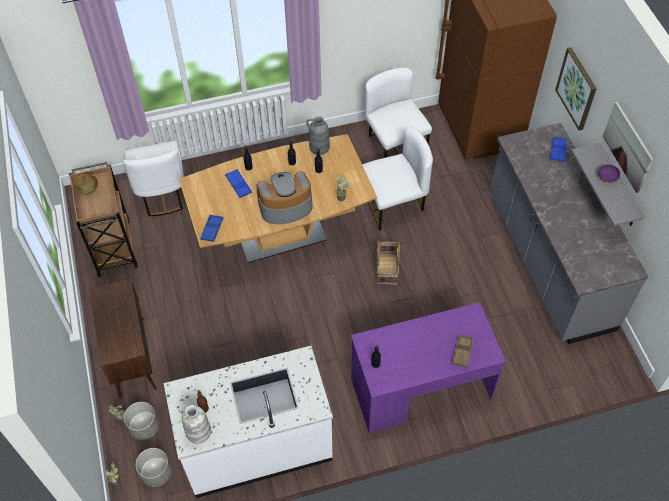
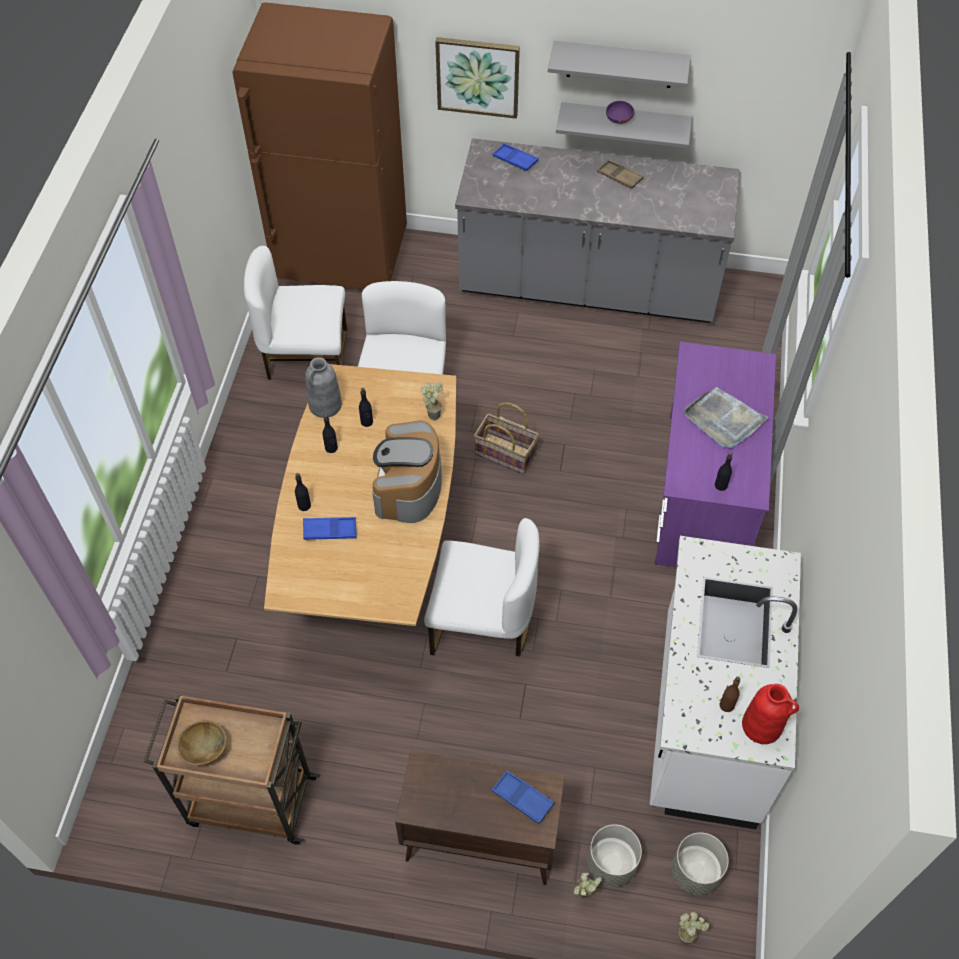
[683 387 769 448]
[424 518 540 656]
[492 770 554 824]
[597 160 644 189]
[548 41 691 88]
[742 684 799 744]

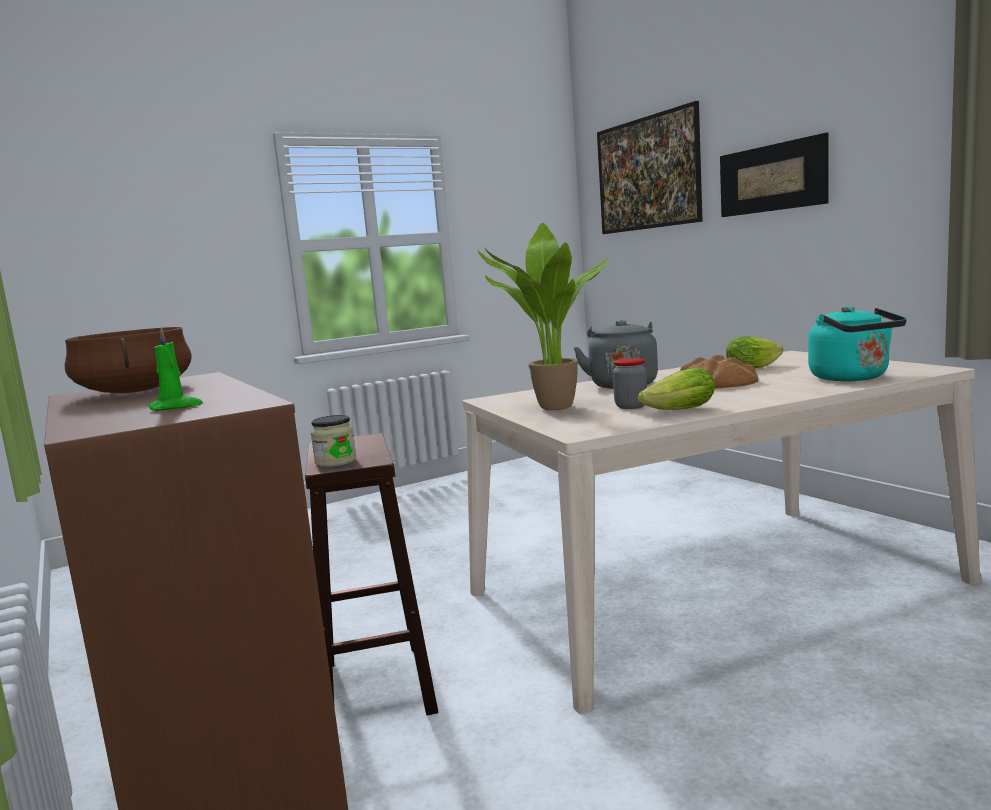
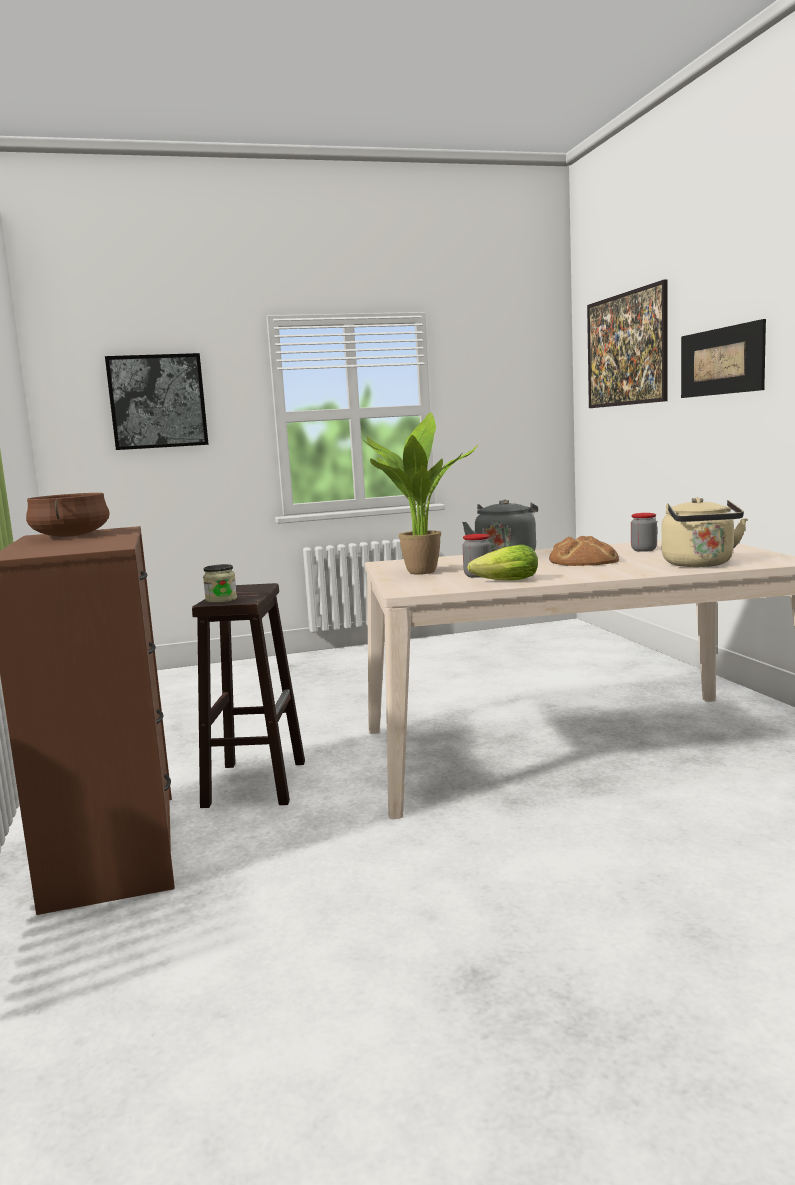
[149 327 203 411] (first image)
[105 353 209 450]
[631 513 657 552]
[661 497 747 567]

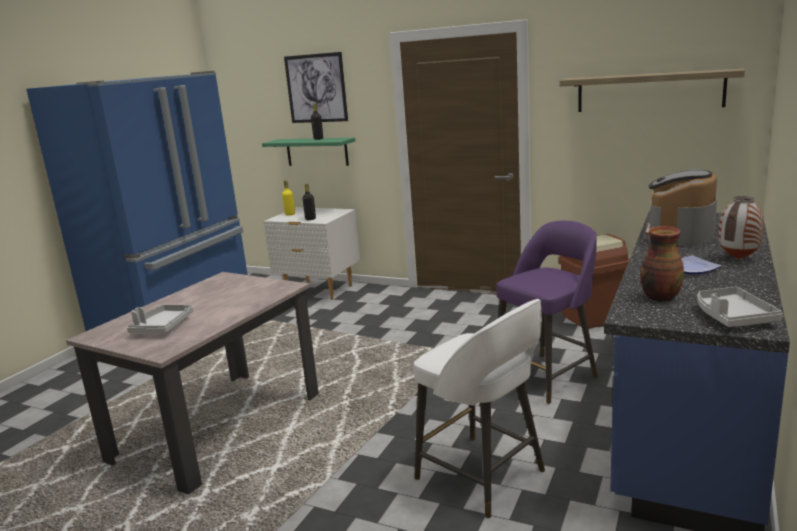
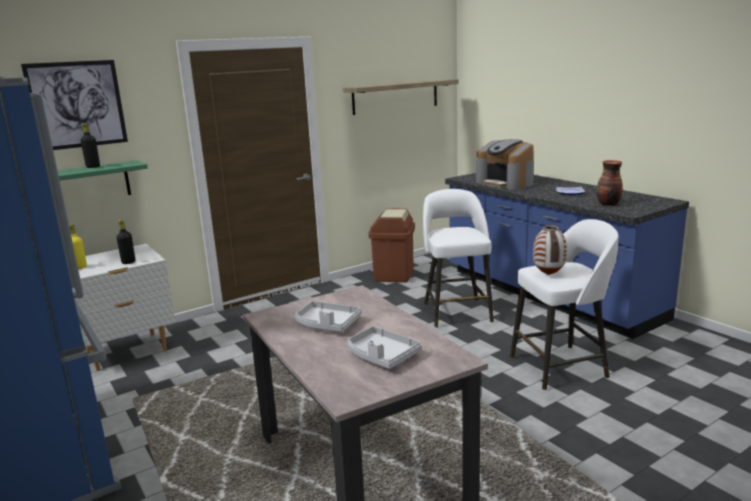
[295 301 362 332]
[533 225 567 275]
[423 189 494 328]

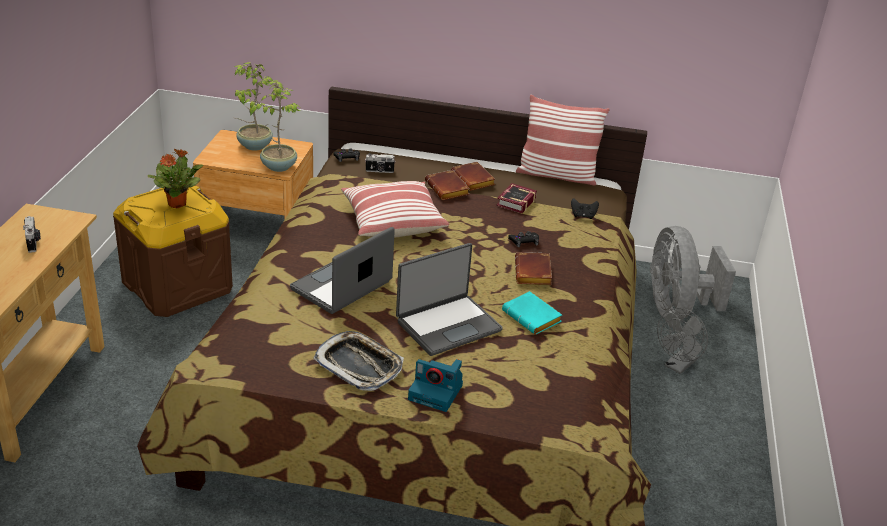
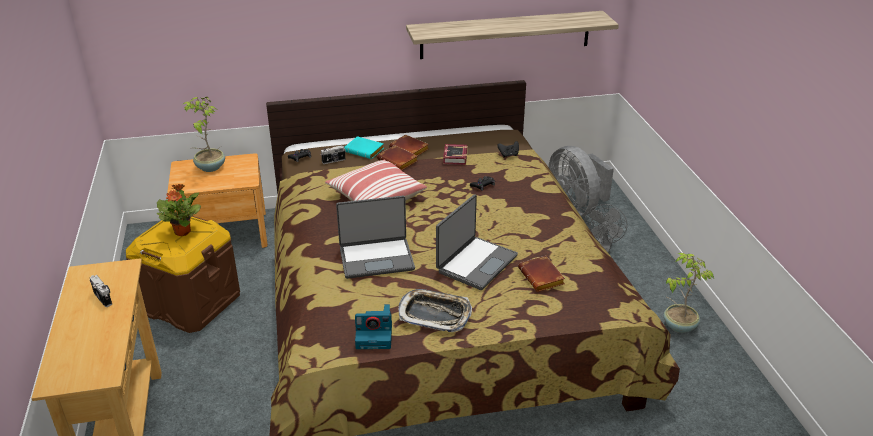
[516 95 610 185] (first image)
[406 11 619 59]
[664 253 714 333]
[355 304 392 349]
[344 136 384 159]
[518 256 565 292]
[336 196 415 279]

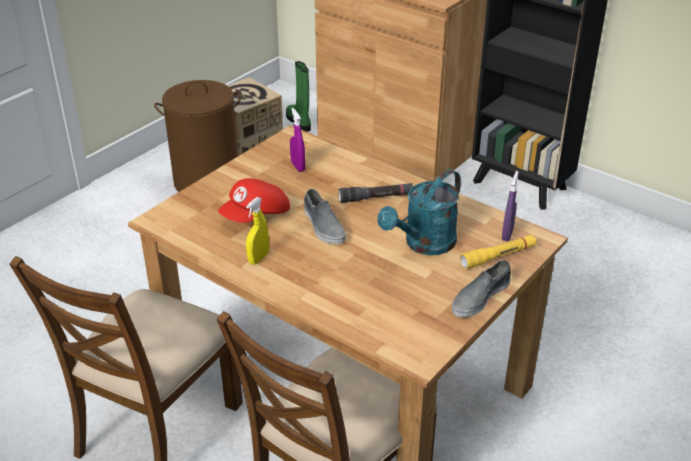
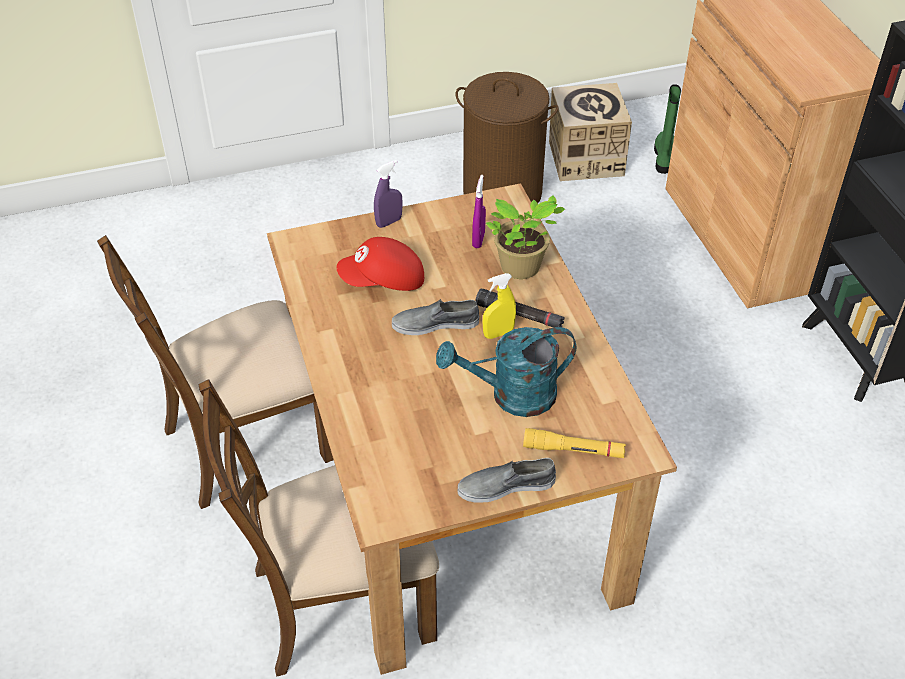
[486 195 565 279]
[482 273 516 339]
[374 160 403 228]
[392 299 479 335]

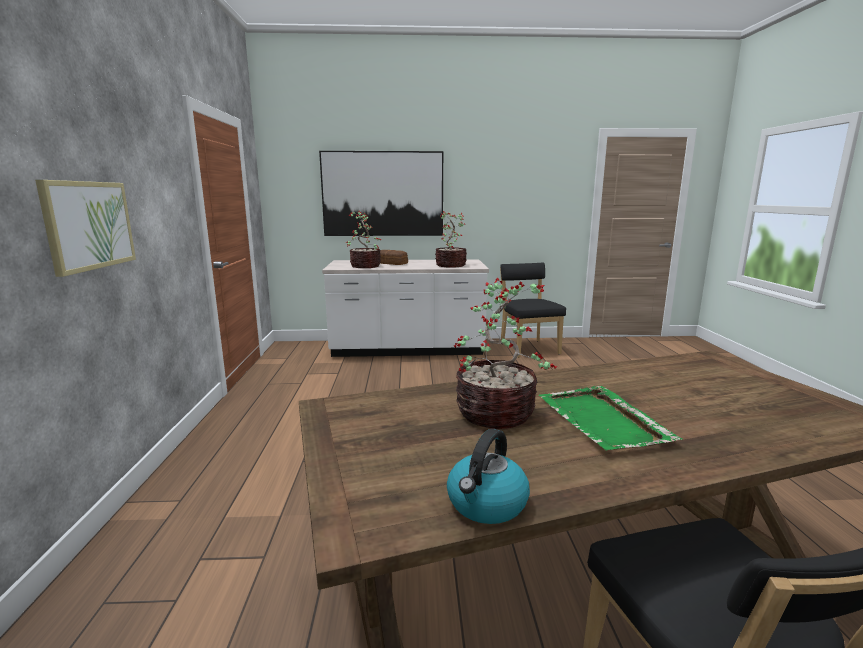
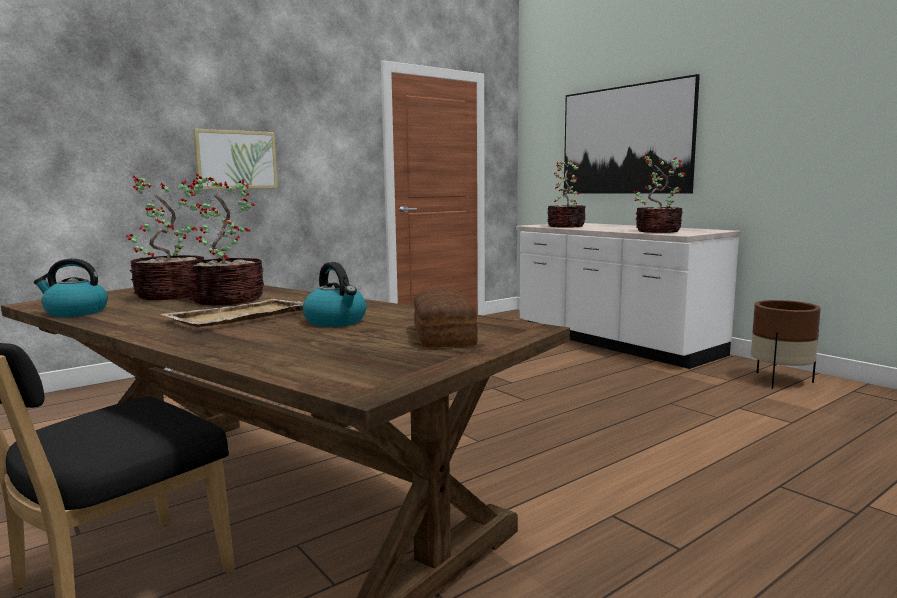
[126 175 205 300]
[303 262 367 327]
[414 289 478 348]
[751 300 821 389]
[160 299 304 327]

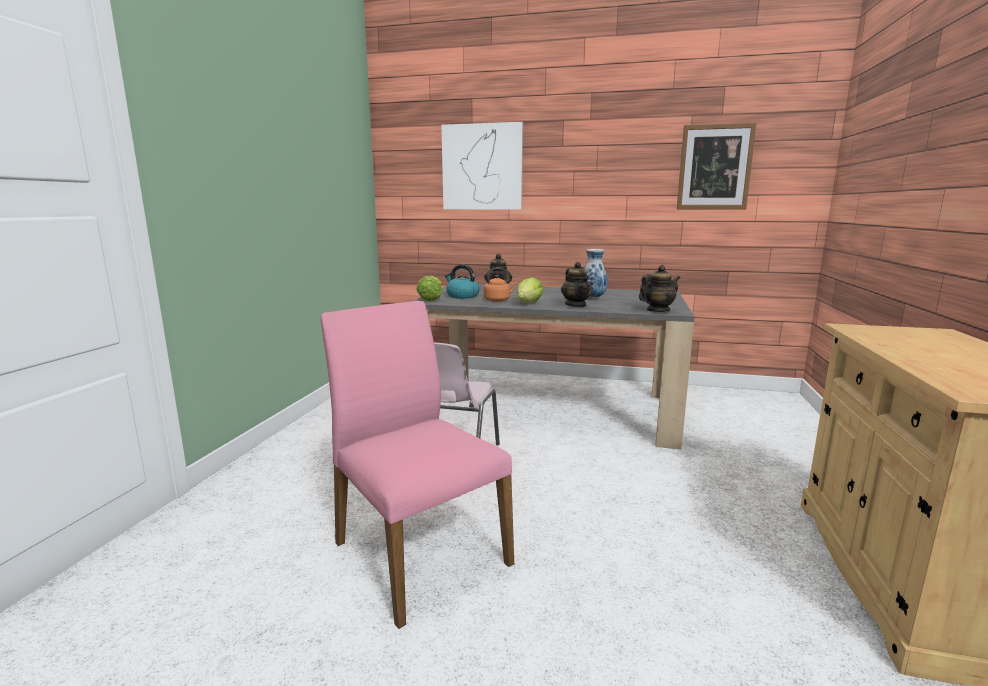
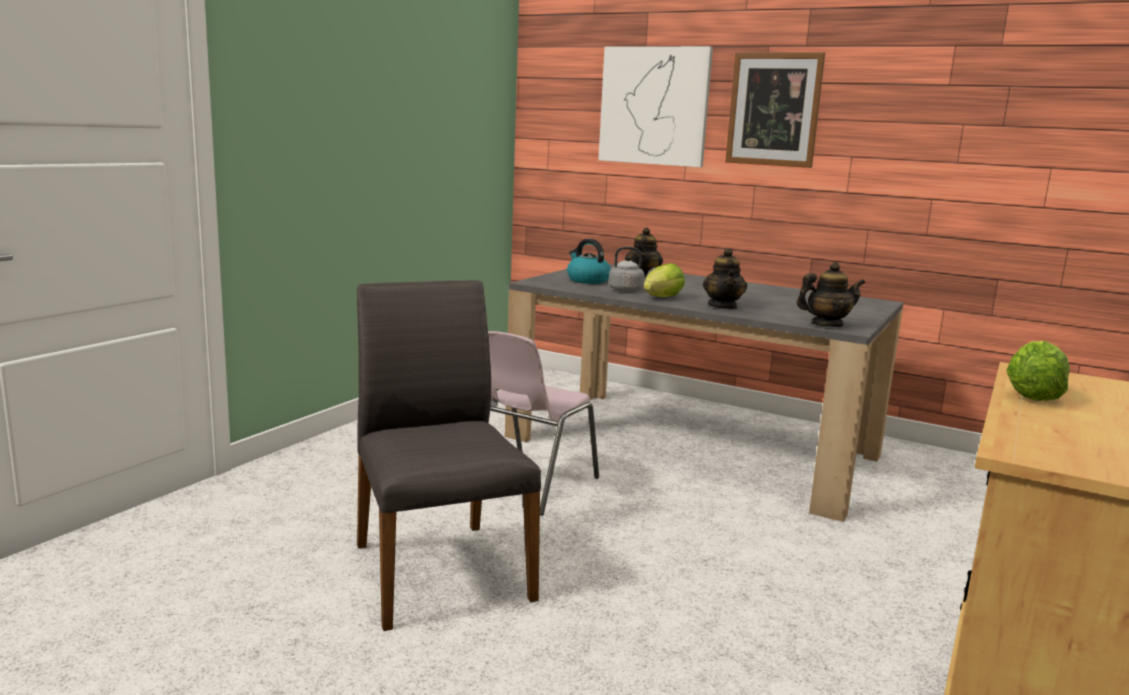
[584 249 608 299] (first image)
[1006 341 1070 401]
[725 52 825 168]
[357 280 541 631]
[609 247 655 292]

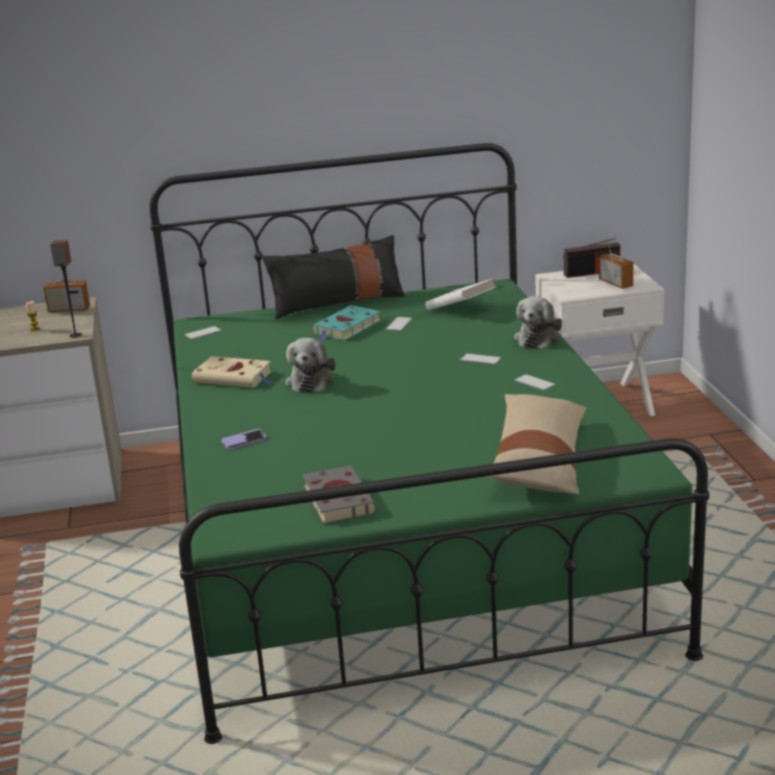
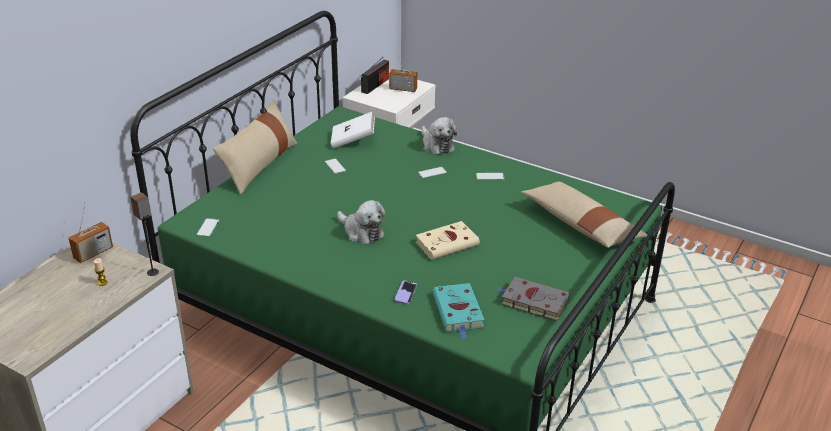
[416 221 481 260]
[432 283 484 339]
[213 99 297 195]

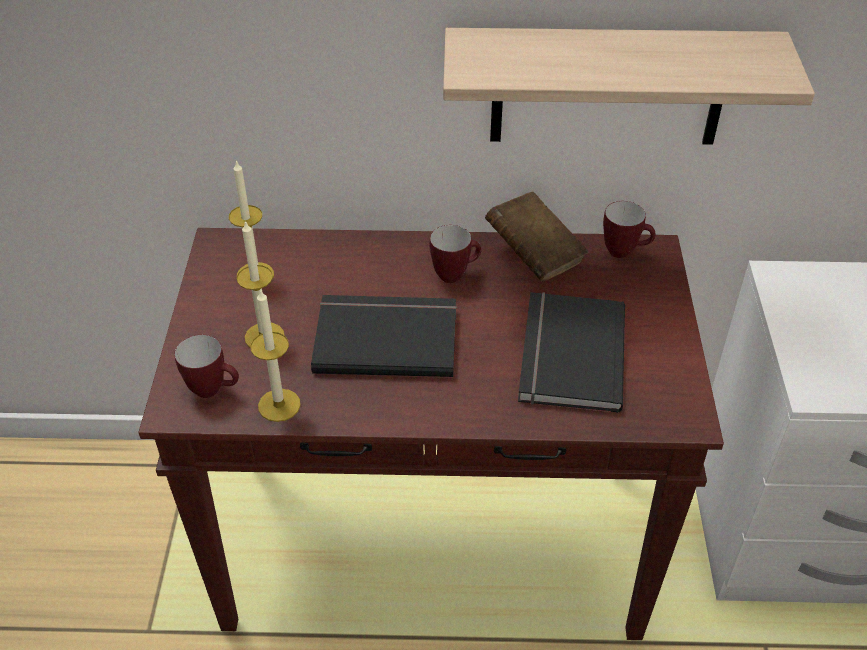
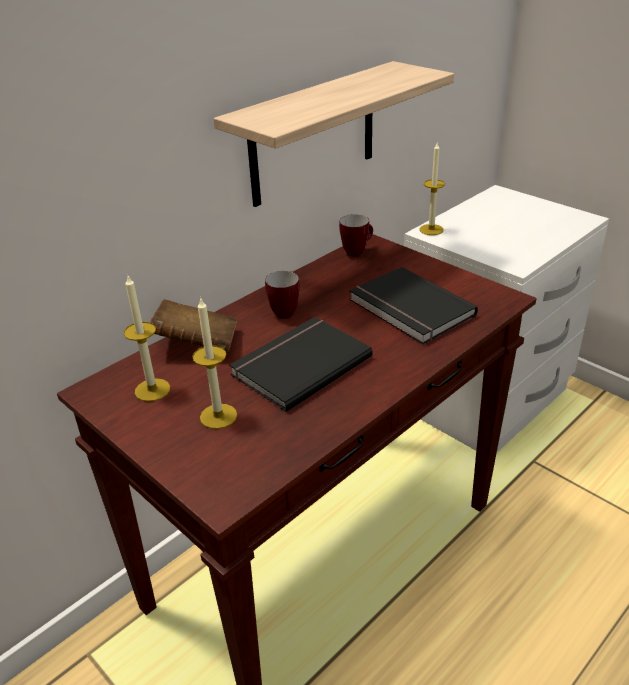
[174 335 239 398] (first image)
[419 143 445 235]
[150 299 238 353]

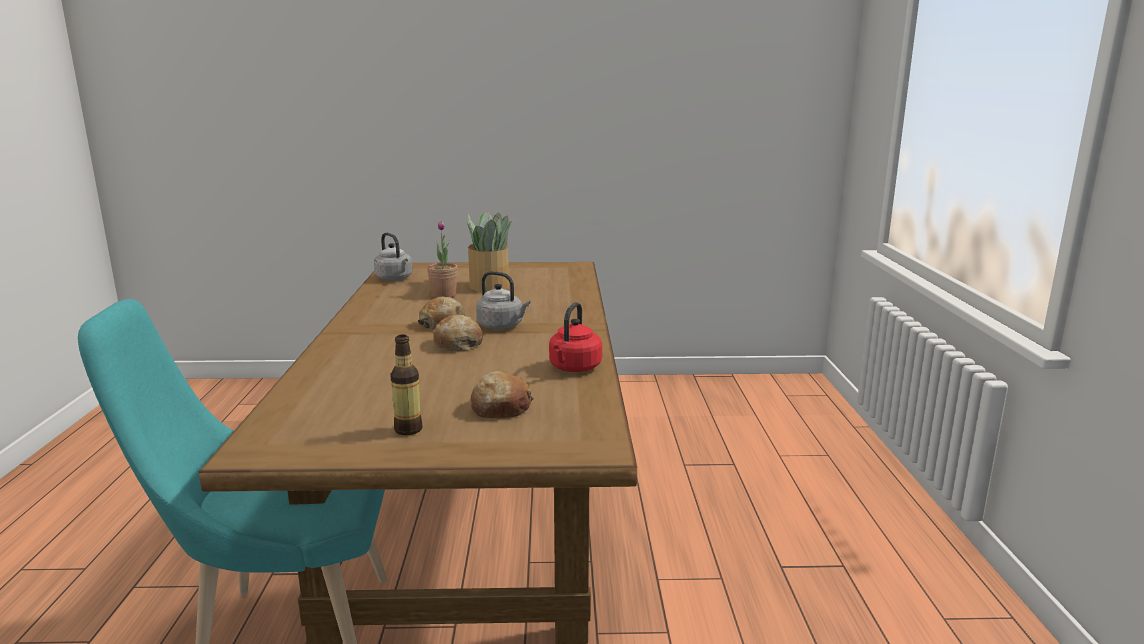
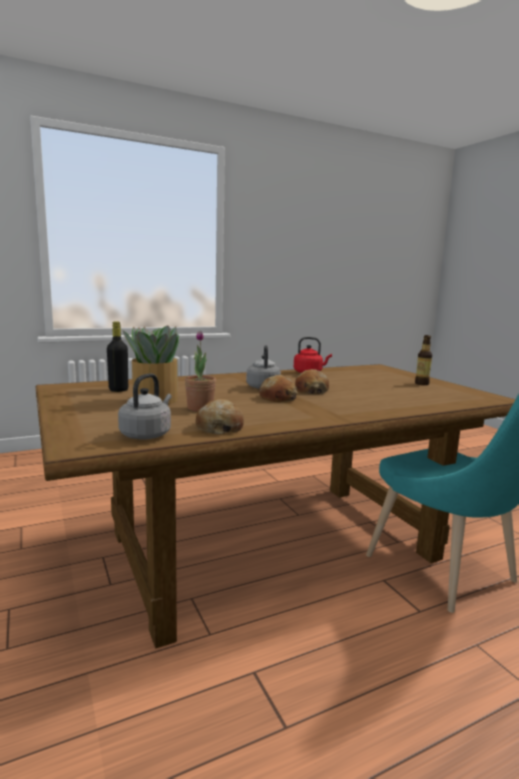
[107 322 128 392]
[195 399 244 435]

